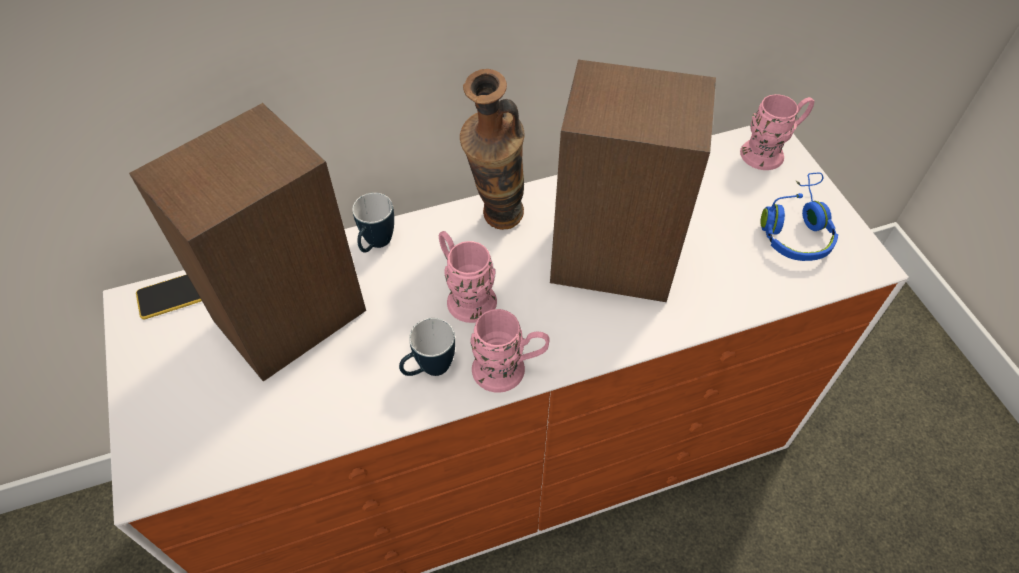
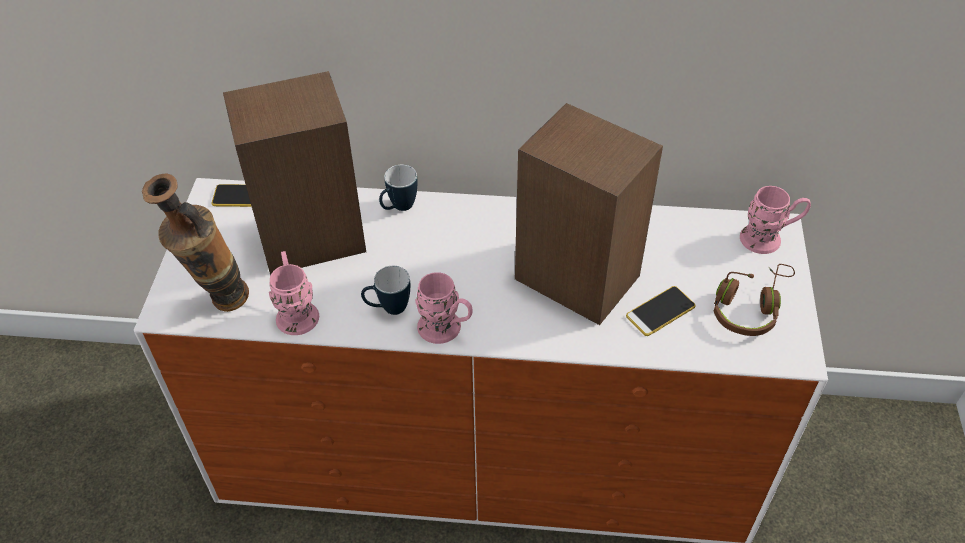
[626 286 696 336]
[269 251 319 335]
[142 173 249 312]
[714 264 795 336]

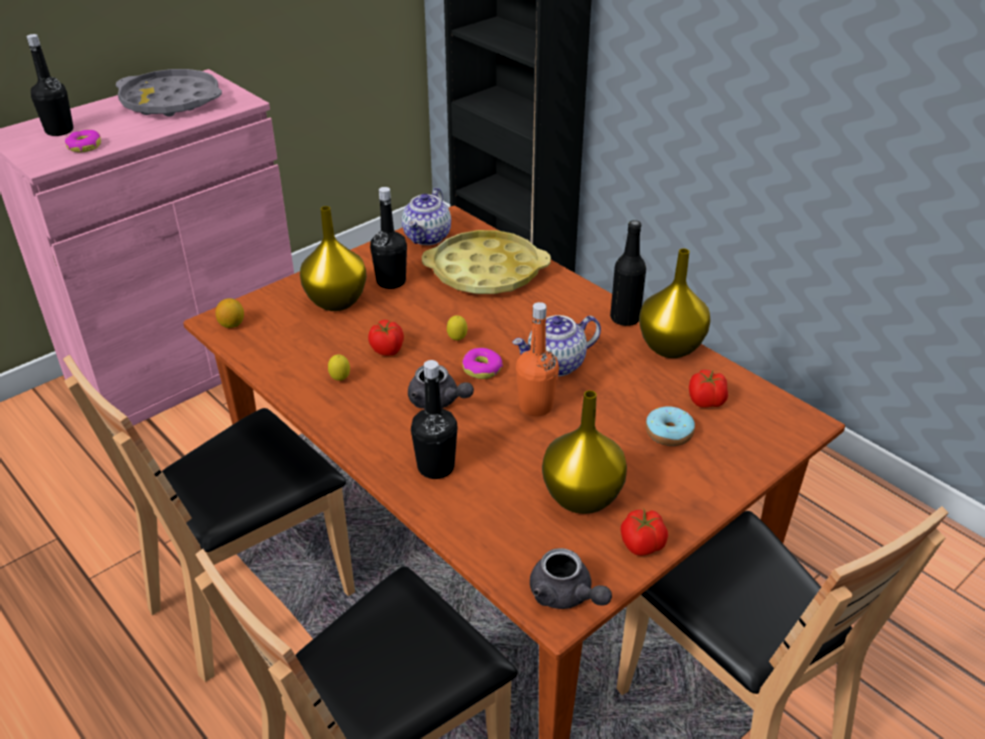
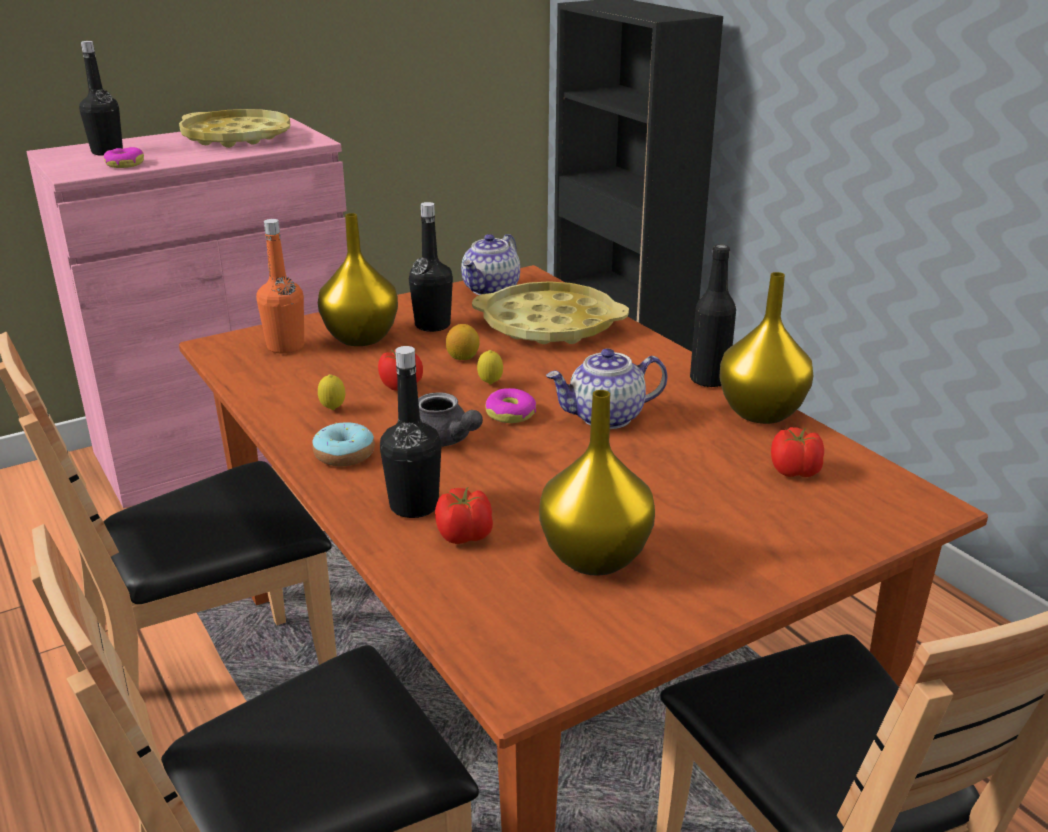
[530 548 612 609] (first image)
[446 324 480 360]
[256 219 304 354]
[435 487 493 544]
[312 422 375 467]
[179 109 291 148]

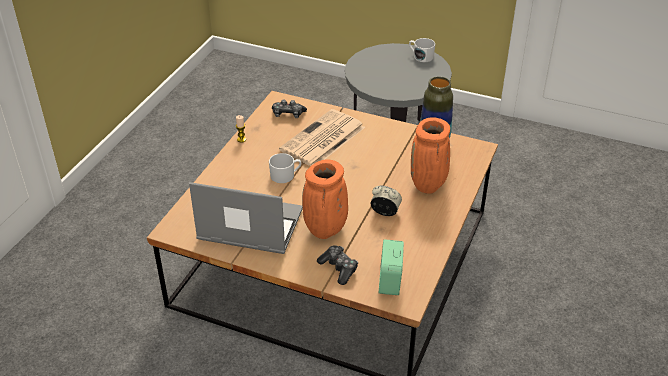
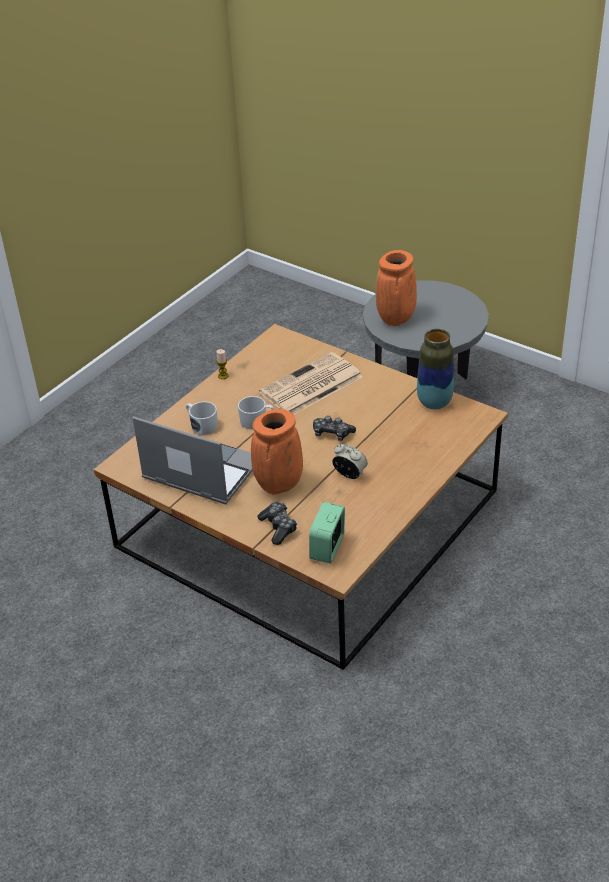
[313 416 356 441]
[186 402 218 435]
[375 250 417 326]

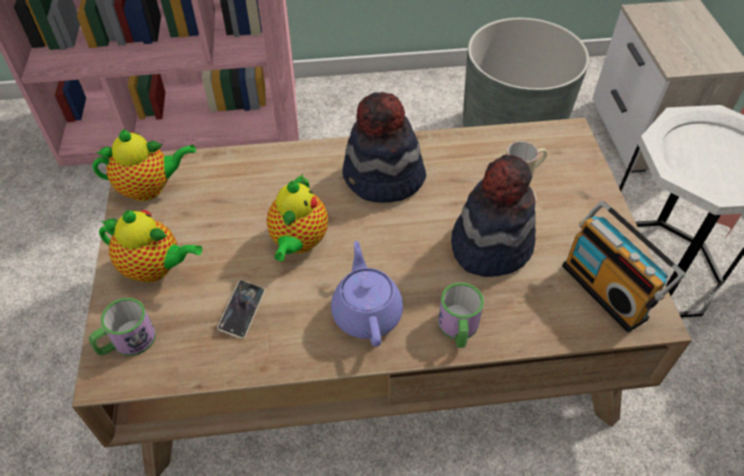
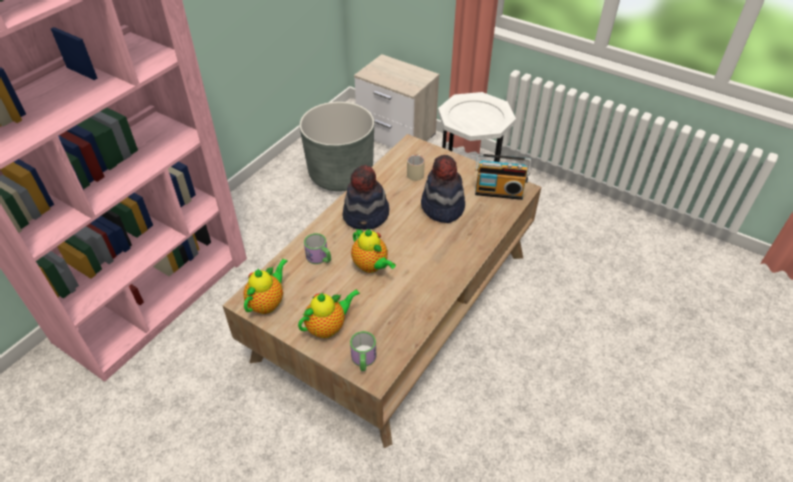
[217 280 265 339] (first image)
[331 241 403 347] (first image)
[304 233 331 264]

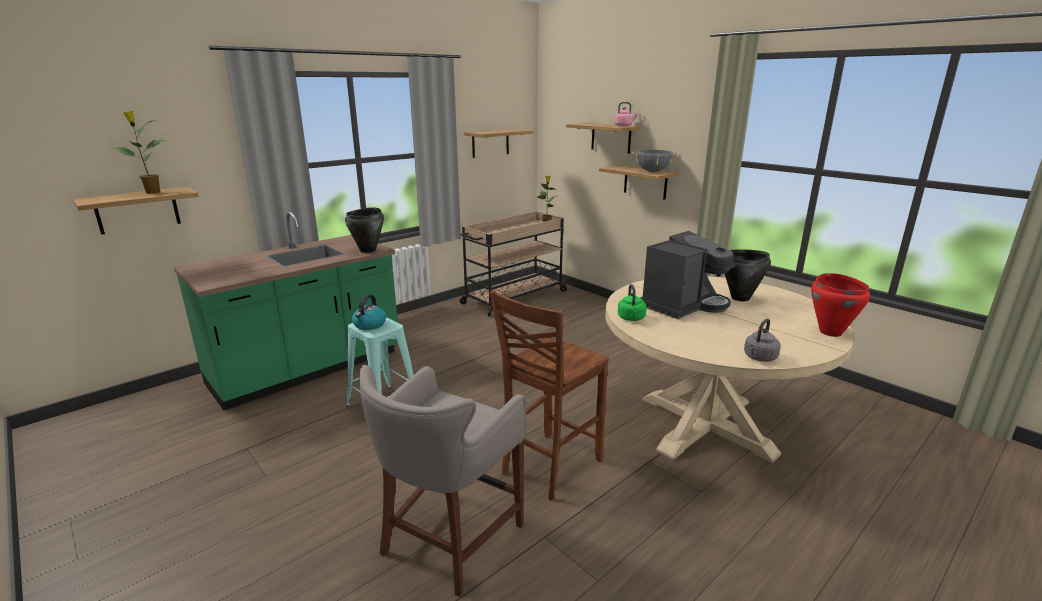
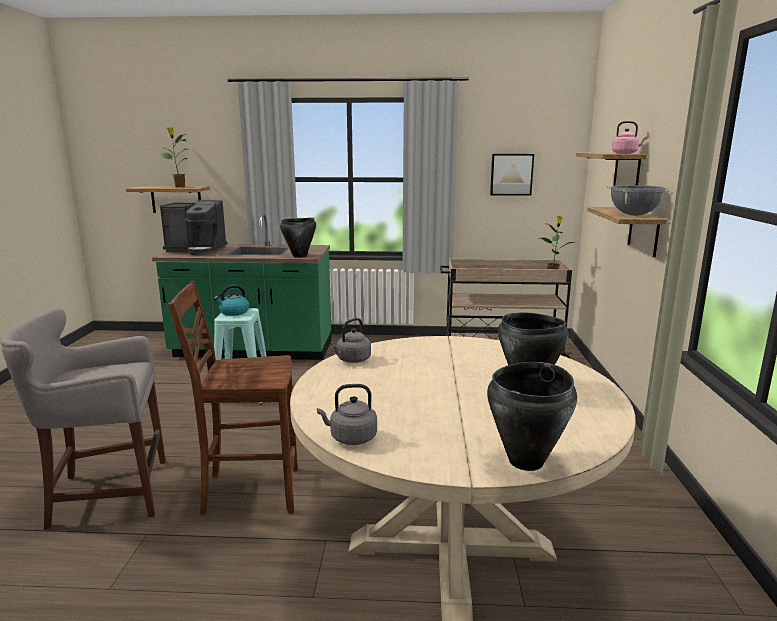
[160 200 228 255]
[490 154 534 196]
[330 318 371 363]
[487 362 577 471]

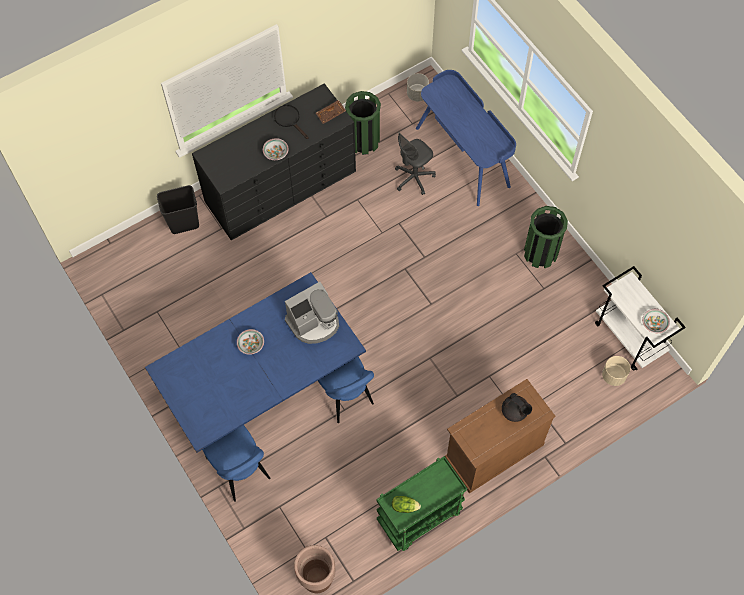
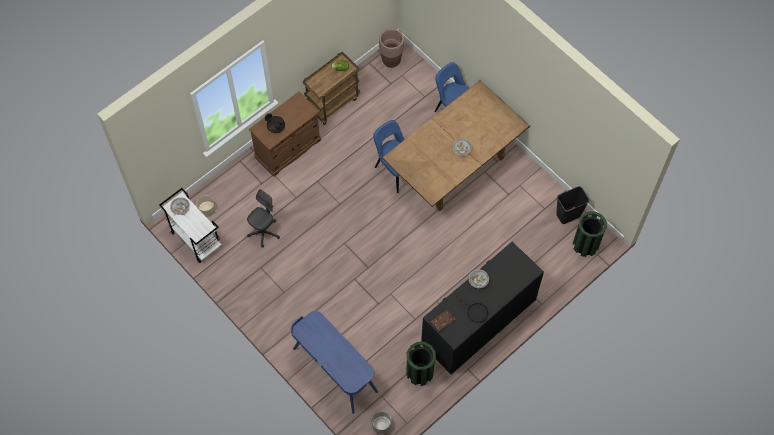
[285 282 339 344] (first image)
[556 186 589 224]
[247 189 280 248]
[573 211 607 257]
[382 80 530 212]
[303 52 360 125]

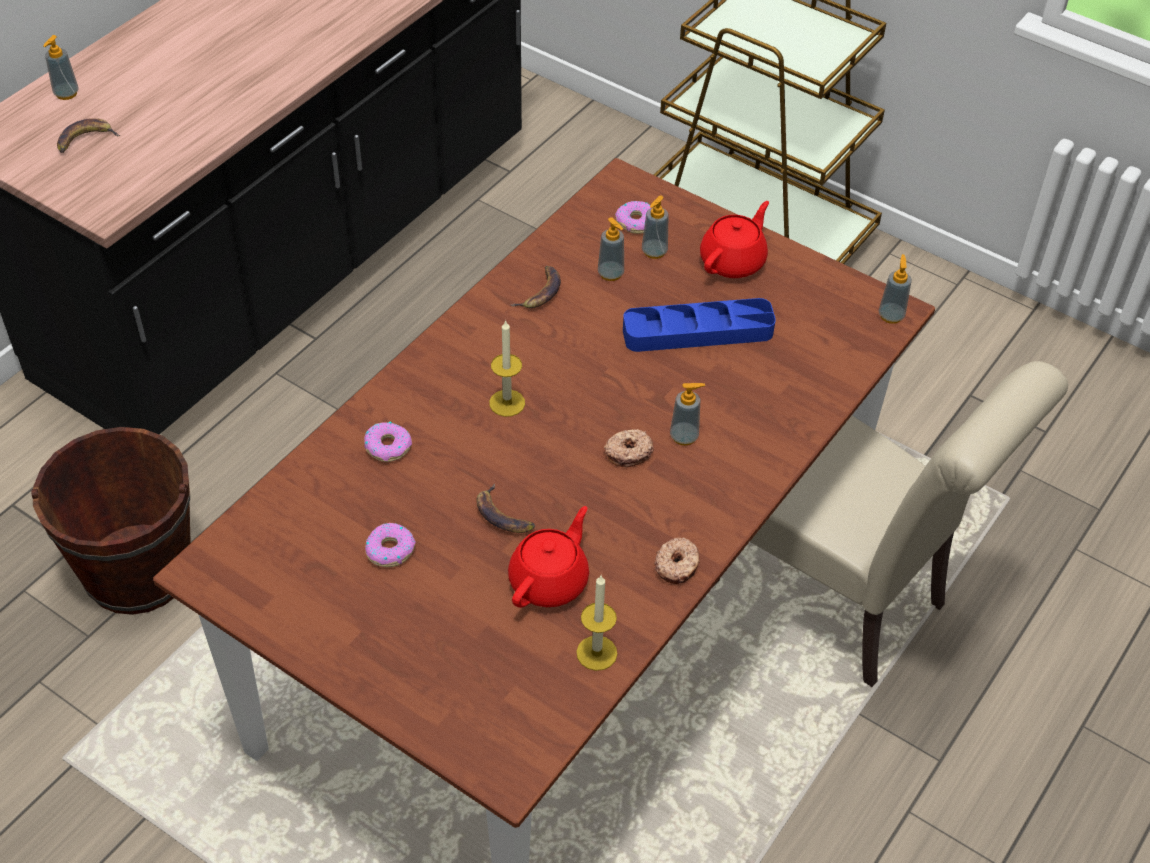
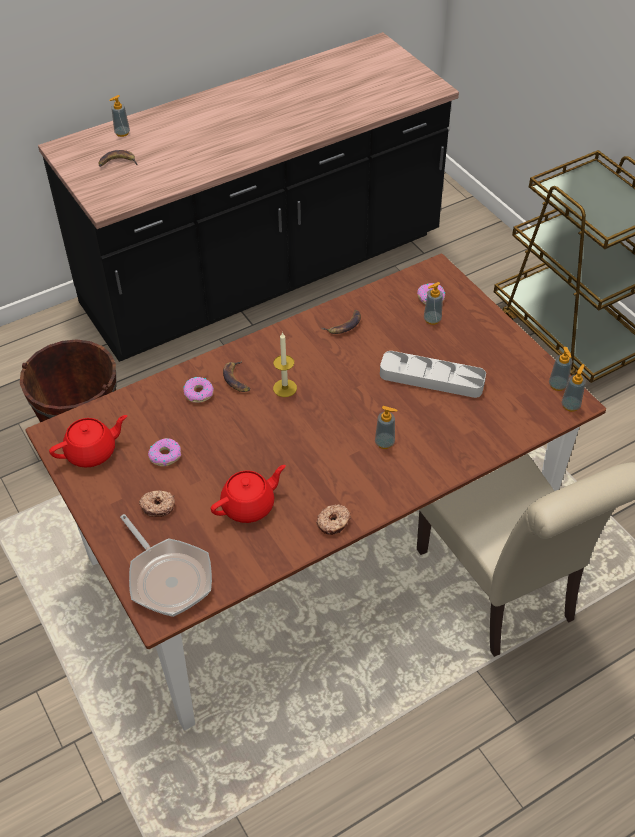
[576 576 617 671] (first image)
[120 514 212 617]
[223 361 250 392]
[549 347 572 391]
[139 490 175 517]
[49 415 127 468]
[380 351 486 398]

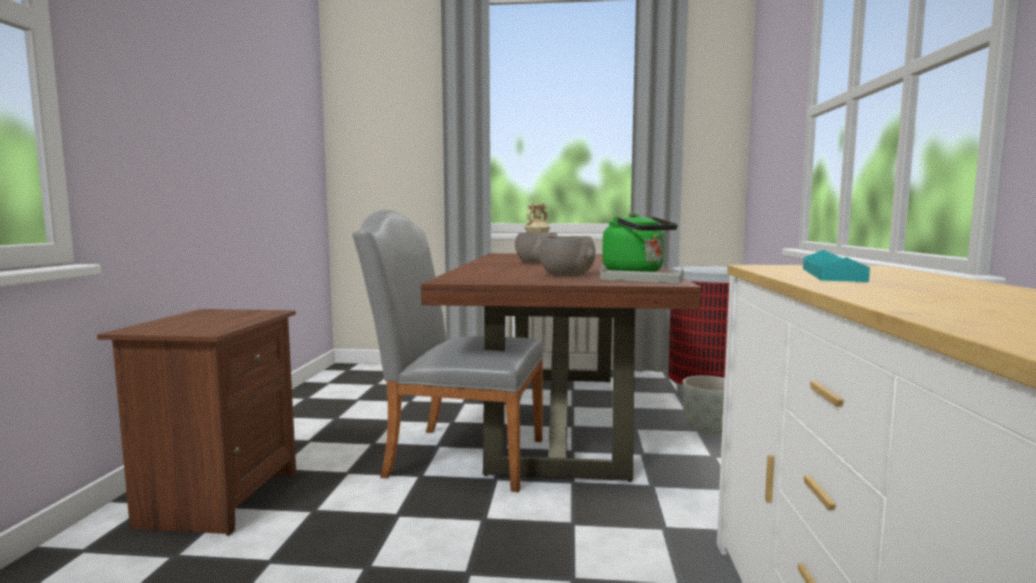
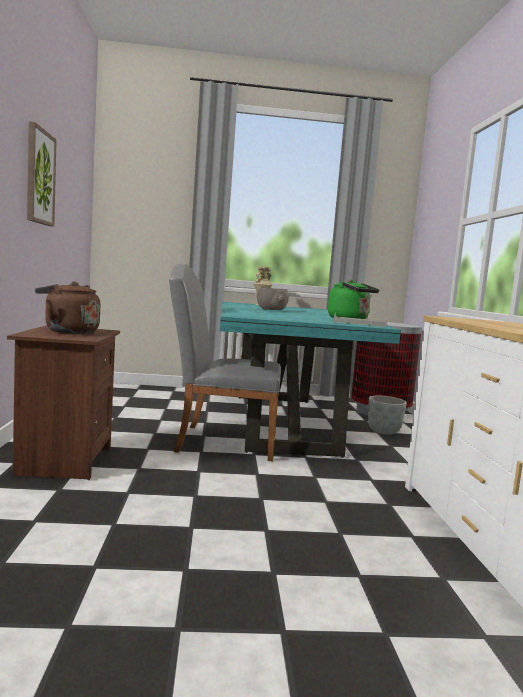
[539 236 596 276] (first image)
[803 250 870 282] (first image)
[27 121 57 227]
[35 281 100 334]
[220 302 401 458]

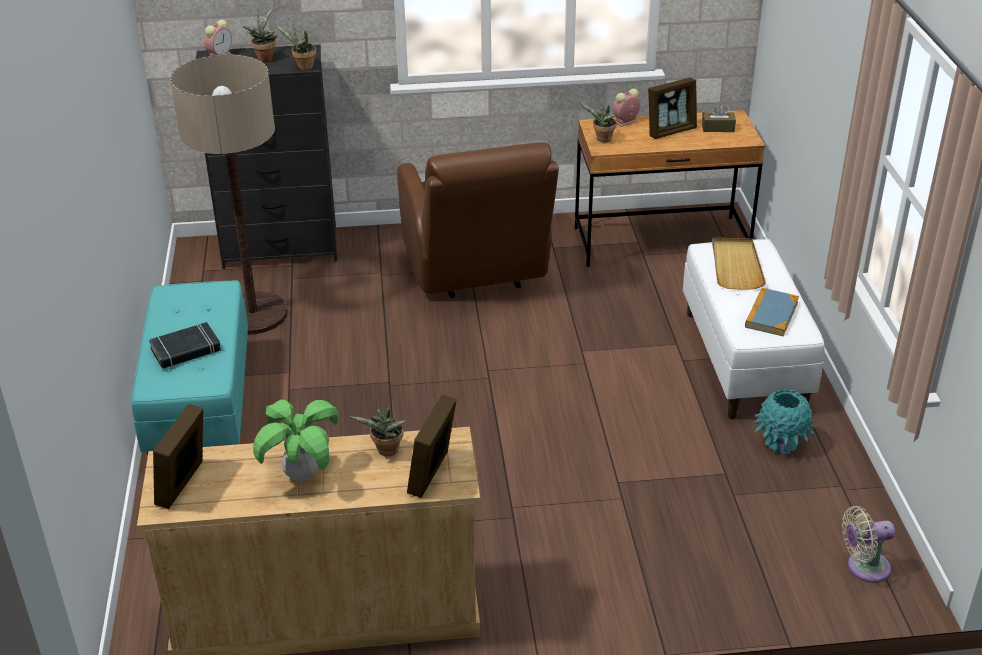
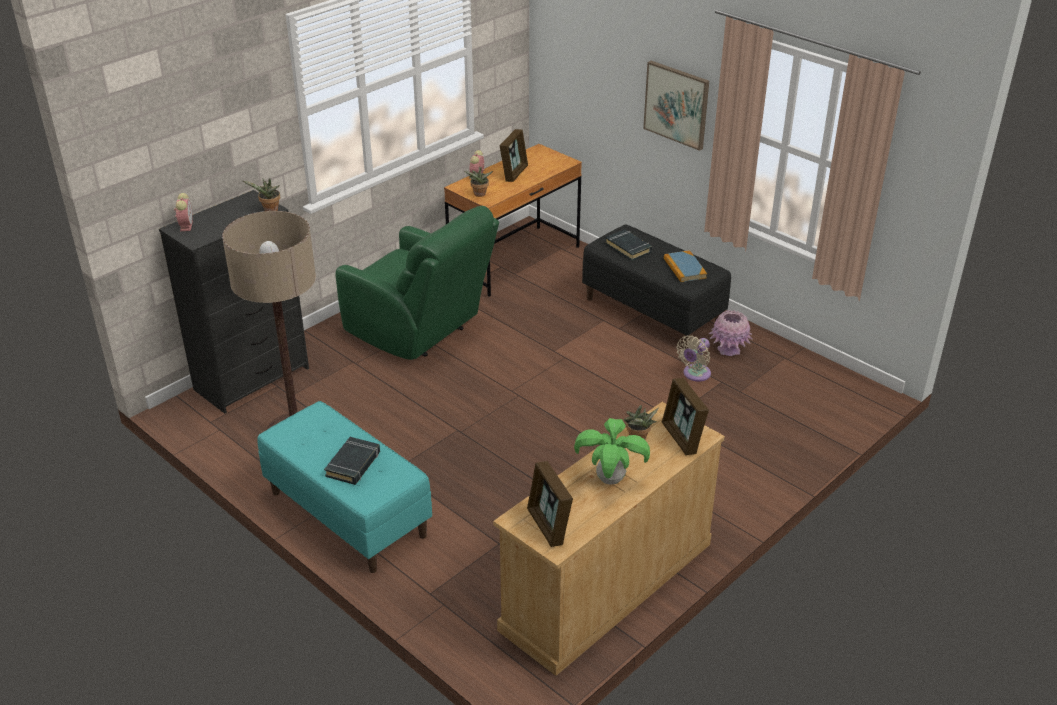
[243 7 277 62] (first image)
[702 105 736 132] (first image)
[643 61 709 151]
[677 335 711 381]
[605 230 652 261]
[335 206 499 360]
[582 224 731 349]
[708 310 753 356]

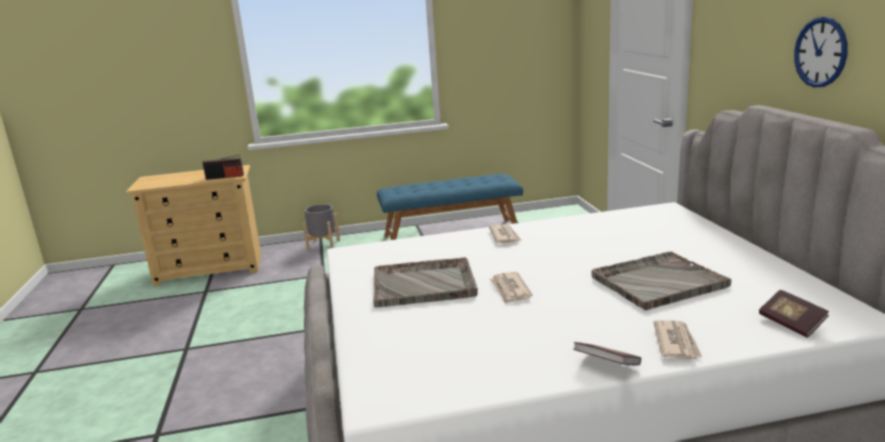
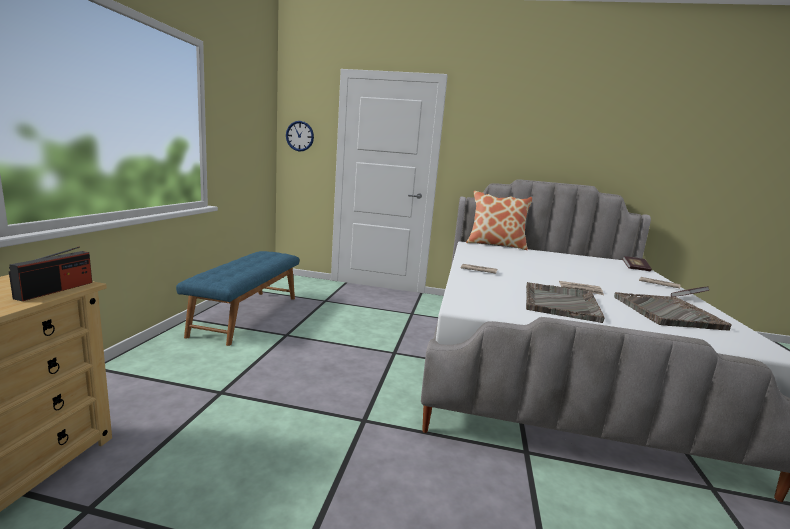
[303 204 340 251] (first image)
[466 191 532 250]
[614 292 732 331]
[286 121 314 152]

